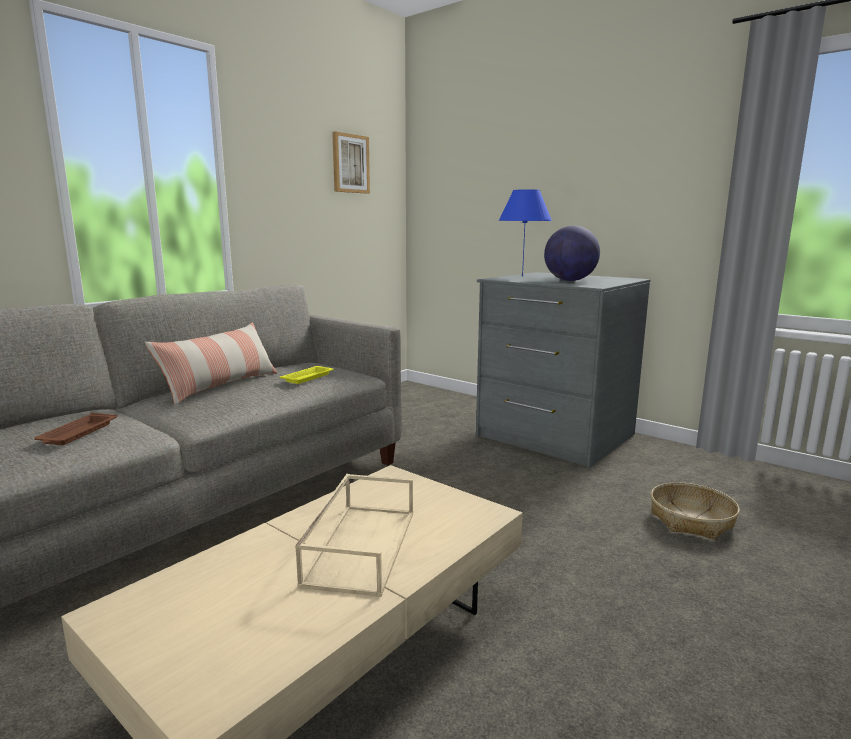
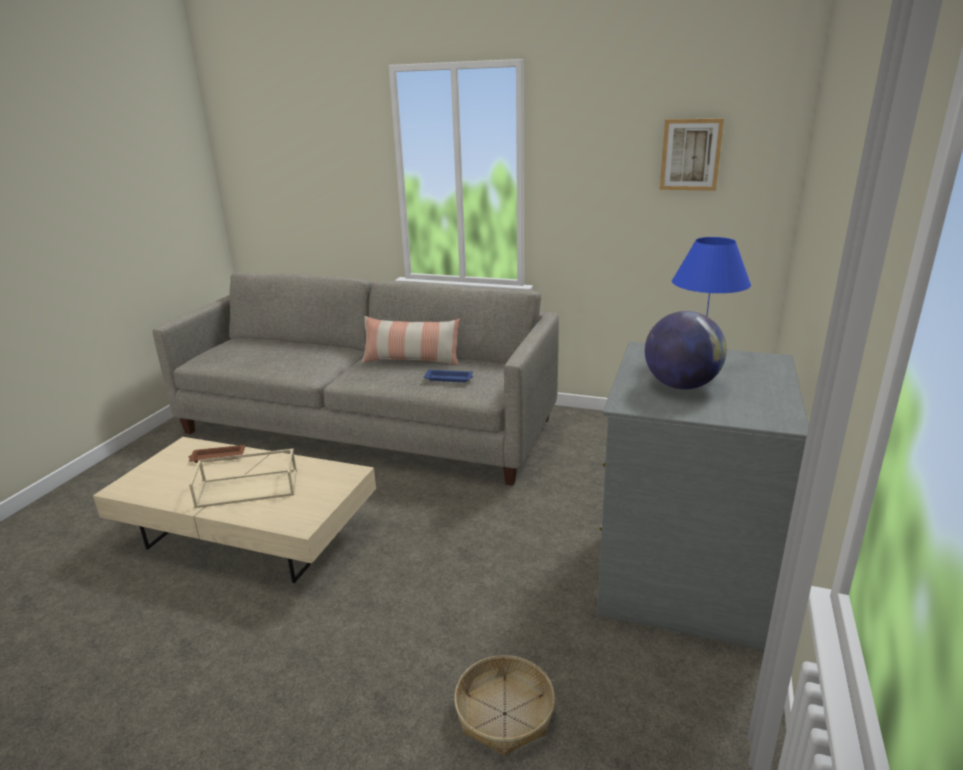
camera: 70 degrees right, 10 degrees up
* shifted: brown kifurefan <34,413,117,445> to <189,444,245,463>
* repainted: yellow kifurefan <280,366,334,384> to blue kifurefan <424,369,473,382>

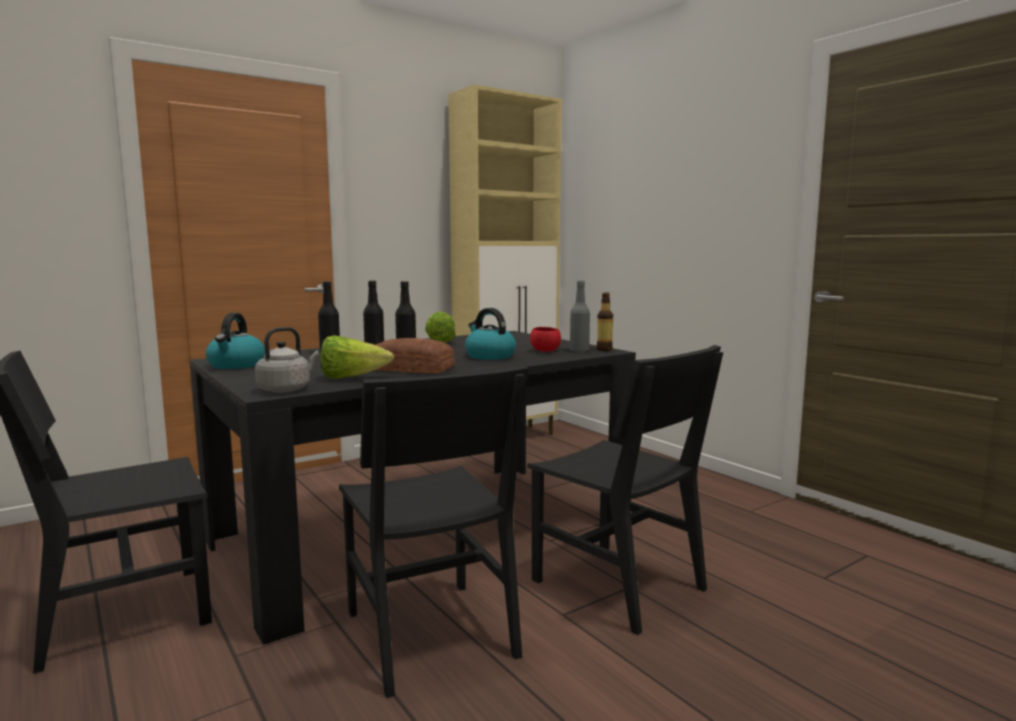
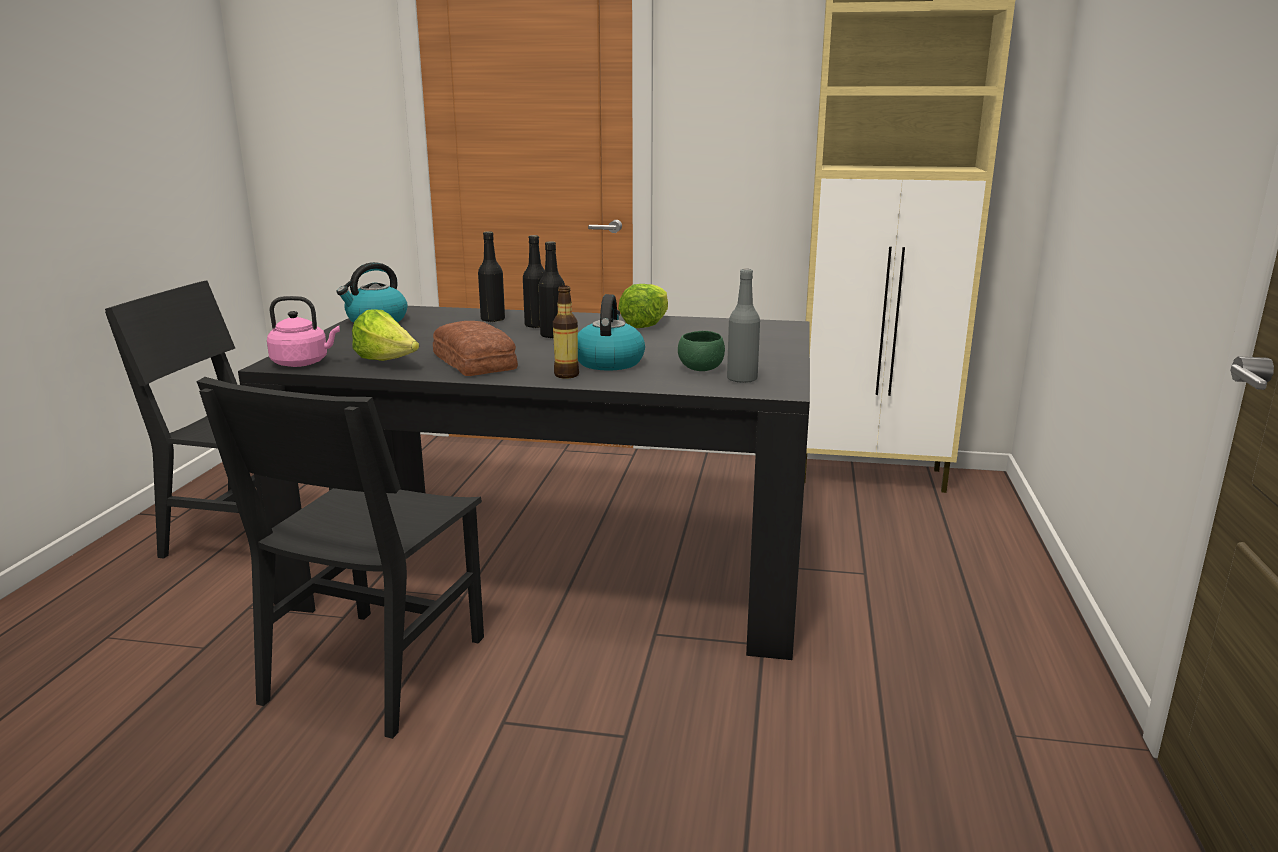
camera: 45 degrees right, 10 degrees up
* repainted: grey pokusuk <255,327,319,393> to pink pokusuk <267,296,340,367>
* shifted: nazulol <597,292,613,351> to <553,285,579,378>
* repainted: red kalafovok <530,327,561,352> to green kalafovok <678,331,725,371>
* gone: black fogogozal <527,345,723,635>

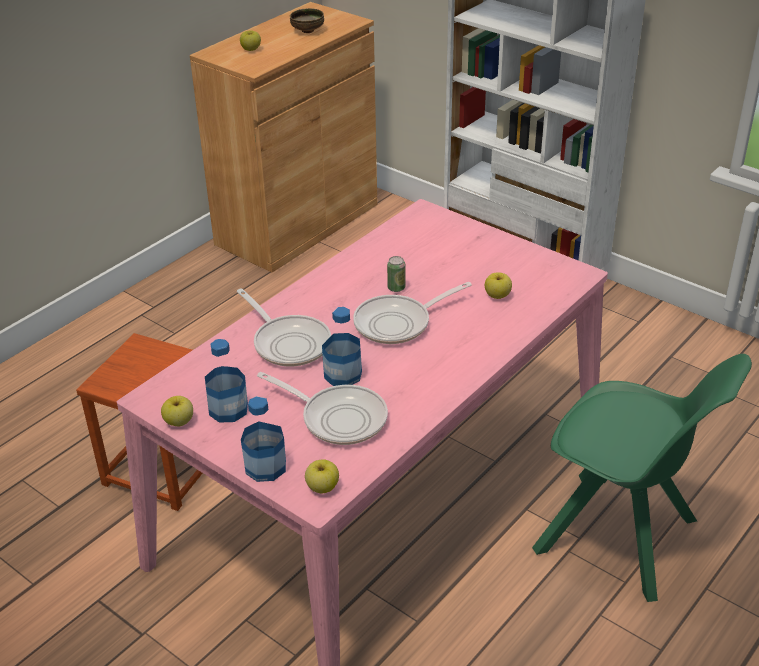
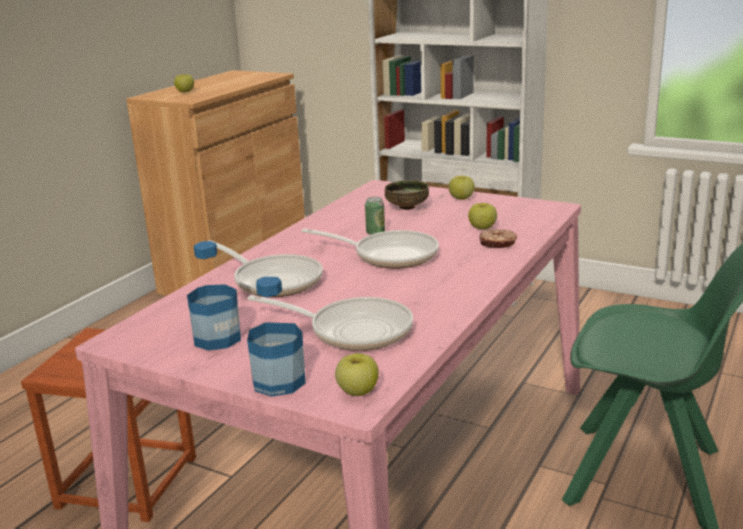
camera: 10 degrees left, 15 degrees down
* rotated: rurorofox <353,282,472,344> = <301,229,439,269> 120 degrees counterclockwise
* shifted: kalafovok <290,8,324,33> to <385,180,429,210>
* shifted: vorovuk <161,396,193,426> to <449,176,475,200>
* new: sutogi <479,229,517,248>
* gone: nazulol <322,307,362,386>

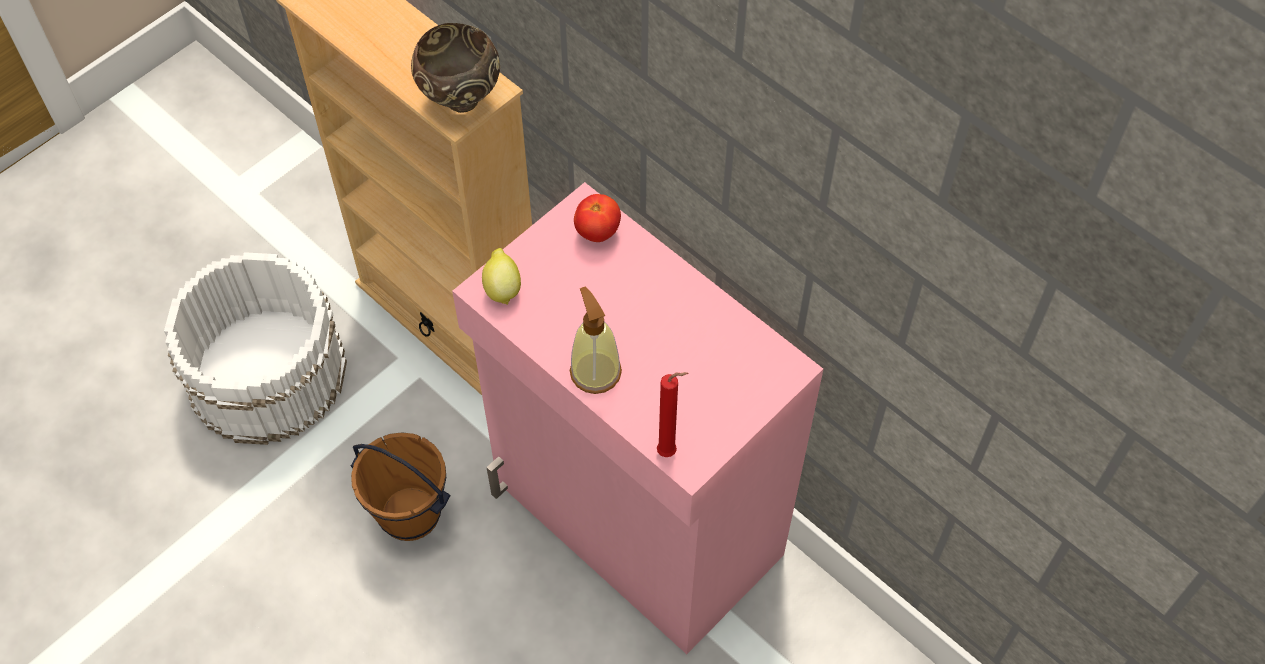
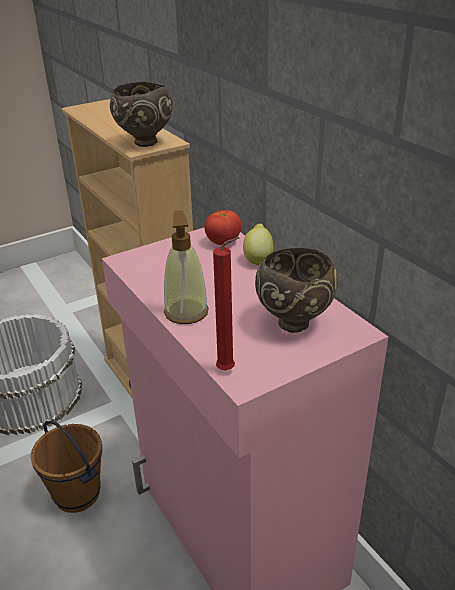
camera: 15 degrees right, 25 degrees down
* shifted: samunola <482,248,521,305> to <243,224,273,266>
* new: brown kalafovok <255,248,338,333>

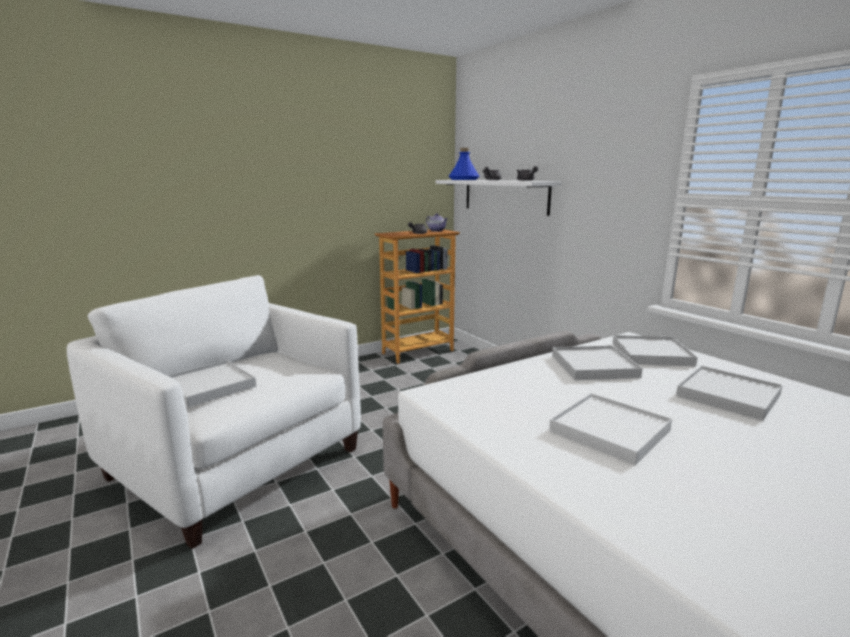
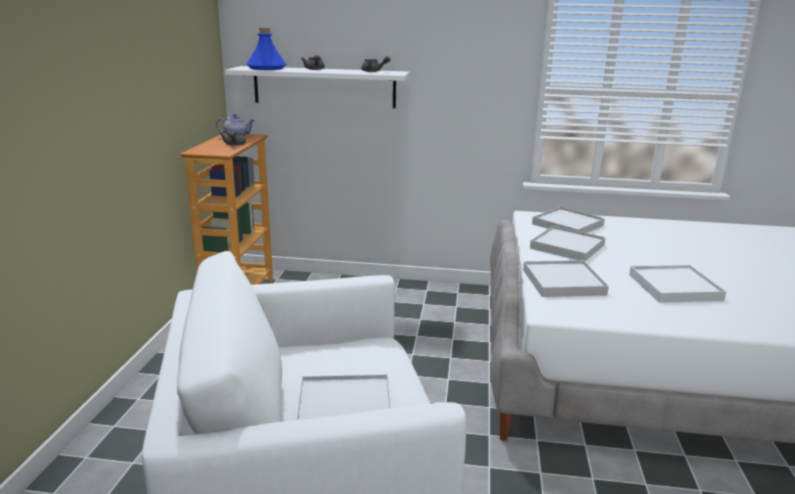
camera: 50 degrees left, 5 degrees up
* shifted: white kifurefan <676,366,783,421> to <523,260,609,297>

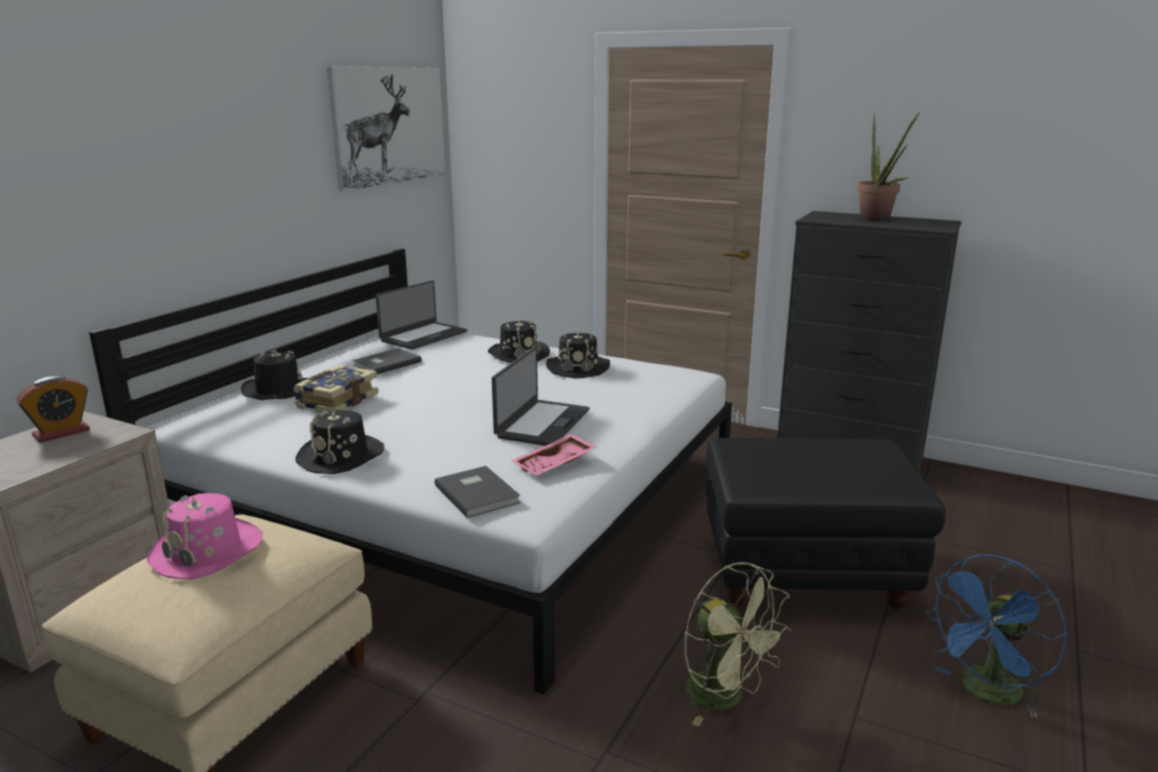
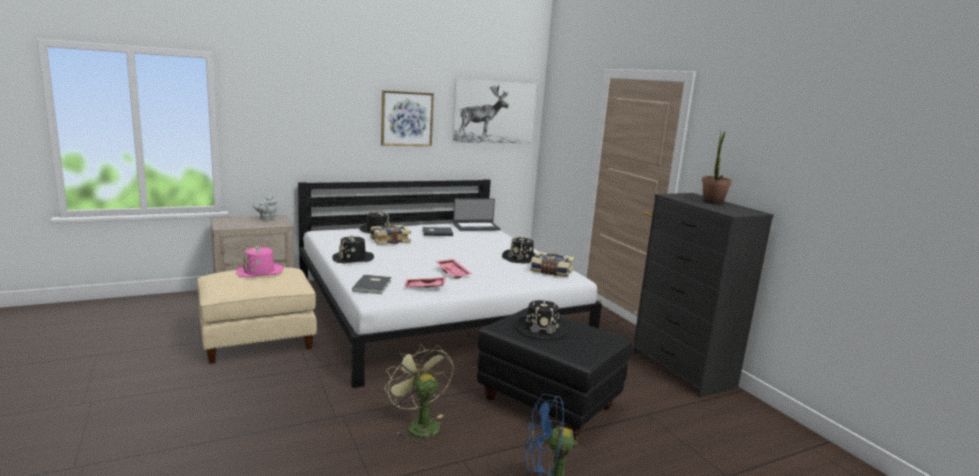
camera: 35 degrees right, 5 degrees down
* swapped: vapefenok <16,376,90,443> to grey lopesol <253,196,277,221>
* new: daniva <381,90,434,146>
* rotated: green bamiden <684,562,791,726> = <384,344,454,445> 150 degrees clockwise
* swapped: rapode <492,347,589,446> to pink kifurefan <435,259,472,279>
* shifted: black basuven <488,319,550,363> to <516,300,568,340>
* new: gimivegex <530,251,574,277>

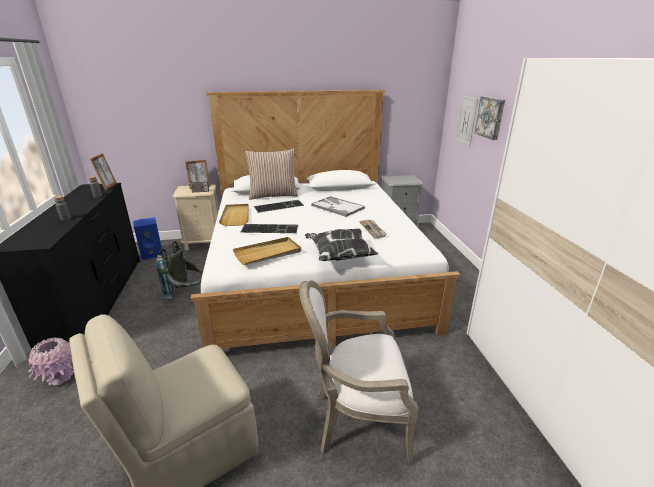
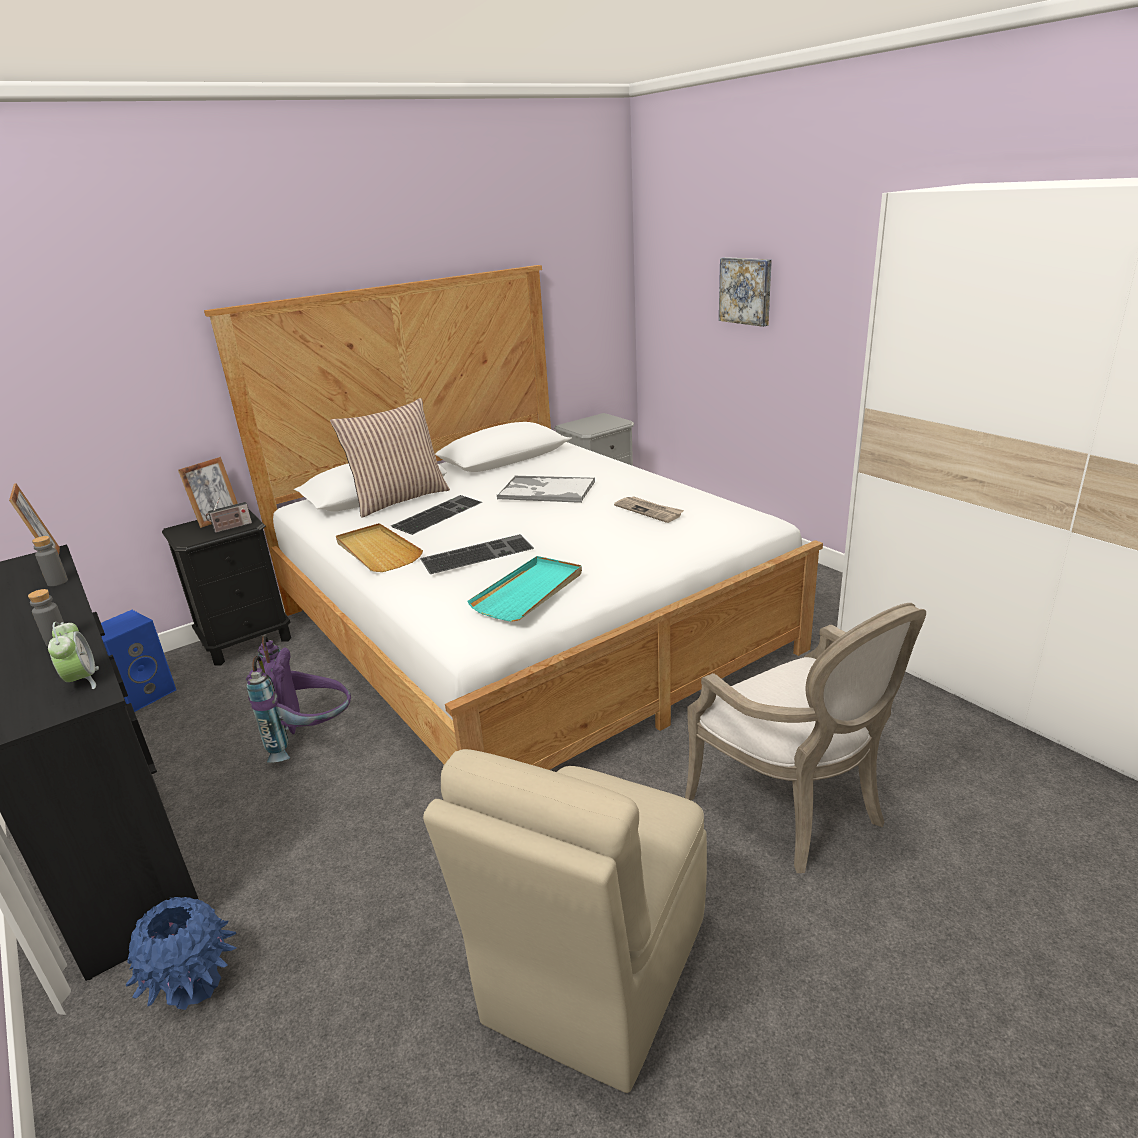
camera: 25 degrees left, 0 degrees up
* new: vapefenok <48,621,99,689>
* repainted: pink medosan <28,337,74,386> to blue medosan <126,897,237,1010>
* repainted: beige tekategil <172,184,219,251> to black tekategil <162,510,291,666>
* repainted: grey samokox <156,241,203,299> to purple samokox <246,636,351,763>
* repainted: beige kifurefan <233,237,301,265> to turquoise kifurefan <468,556,582,622>
* rotated: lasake <299,280,419,466> = <685,603,926,873> 90 degrees counterclockwise
* gone: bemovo <305,229,378,261>
* gone: daniva <455,96,478,147>

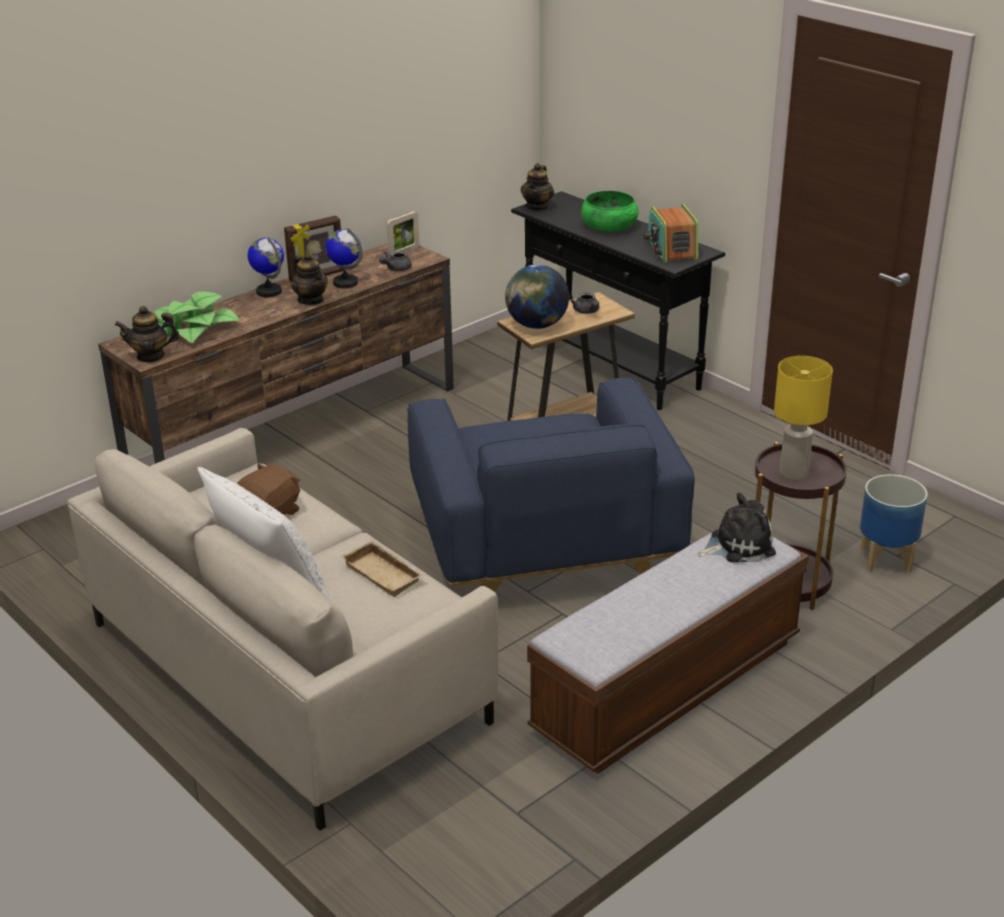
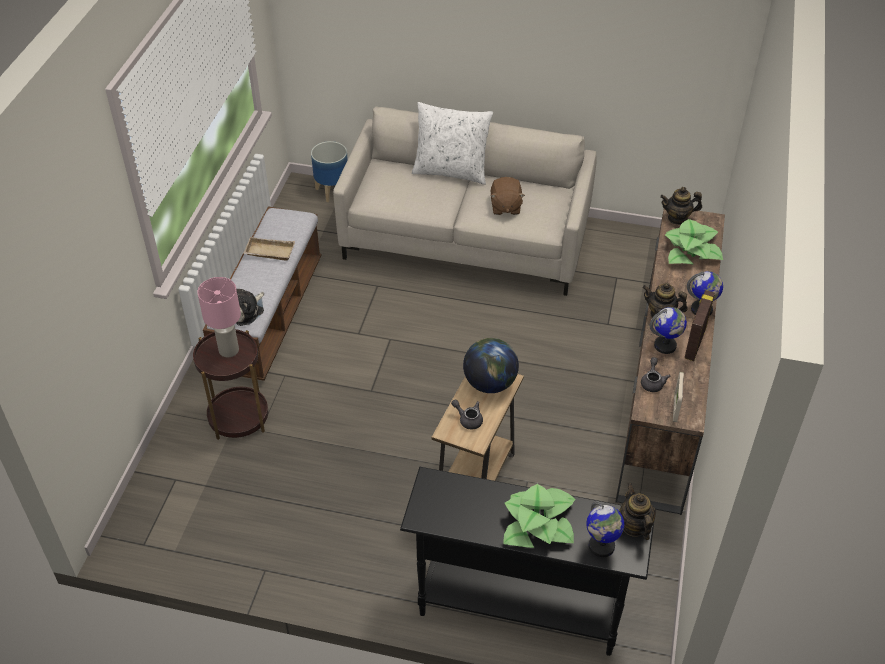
camera: 145 degrees right, 15 degrees up
* repainted: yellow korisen <774,356,833,481> to pink korisen <197,277,241,358>
* shifted: beige kifurefan <341,541,425,597> to <243,237,295,261>
* shifted: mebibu <860,474,928,573> to <311,141,348,202>
* swapped: green kalafovok <581,190,639,232> to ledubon <503,484,576,548>
* new: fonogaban <586,501,624,557>
* rotated: lopesol <115,306,180,363> = <660,187,702,225> 135 degrees counterclockwise
* gone: blue lasake <407,377,695,592>
* gone: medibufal <644,204,698,263>

